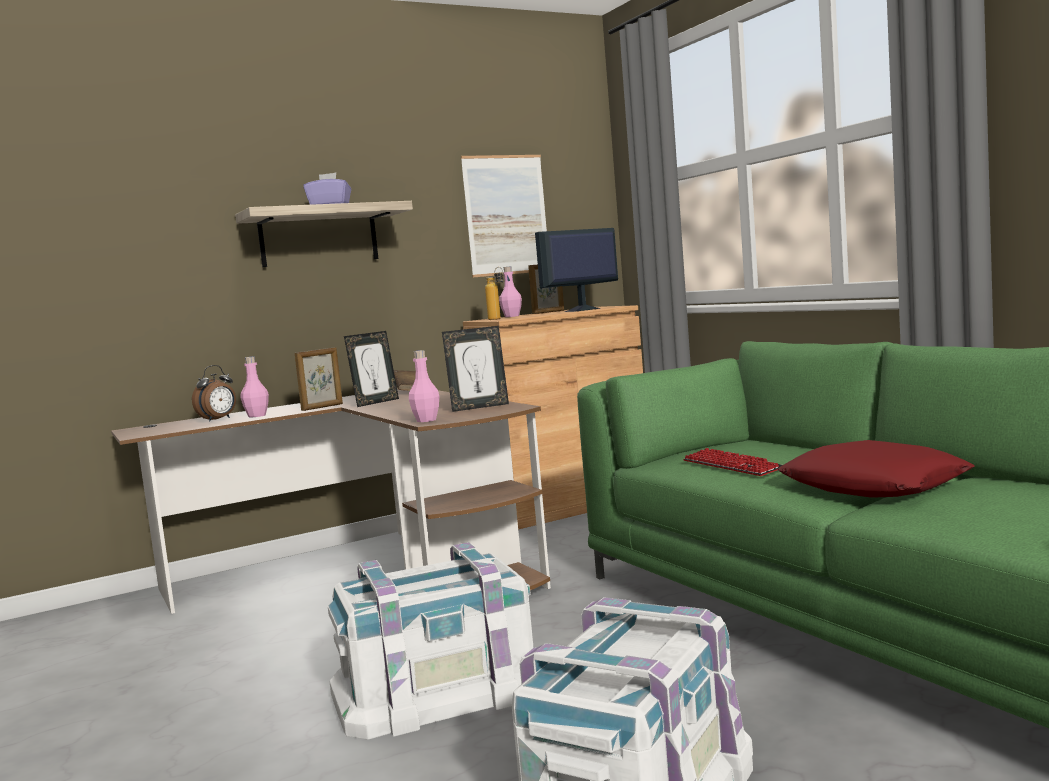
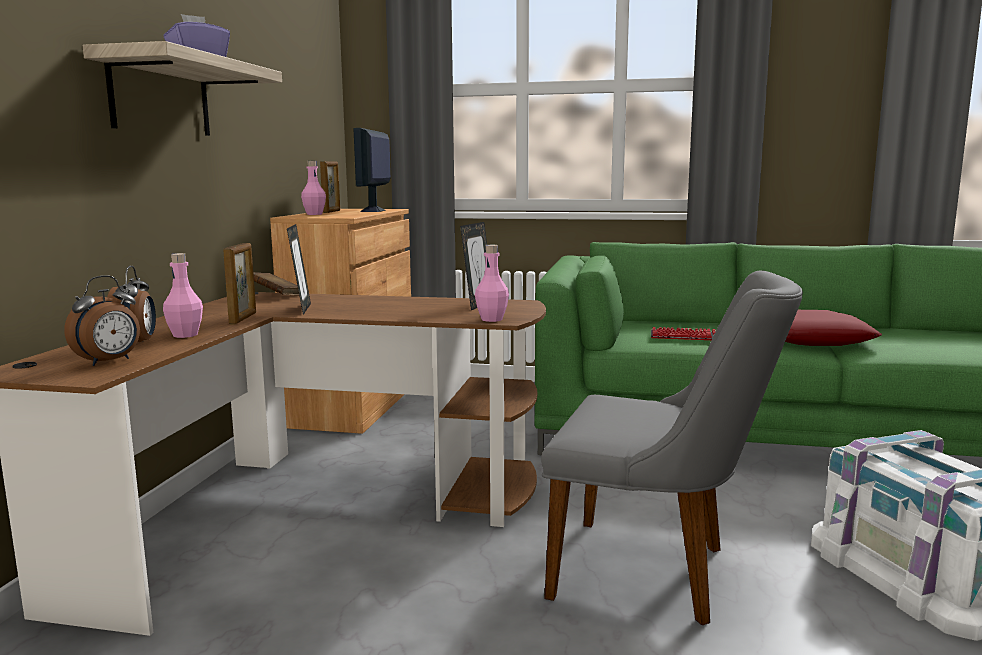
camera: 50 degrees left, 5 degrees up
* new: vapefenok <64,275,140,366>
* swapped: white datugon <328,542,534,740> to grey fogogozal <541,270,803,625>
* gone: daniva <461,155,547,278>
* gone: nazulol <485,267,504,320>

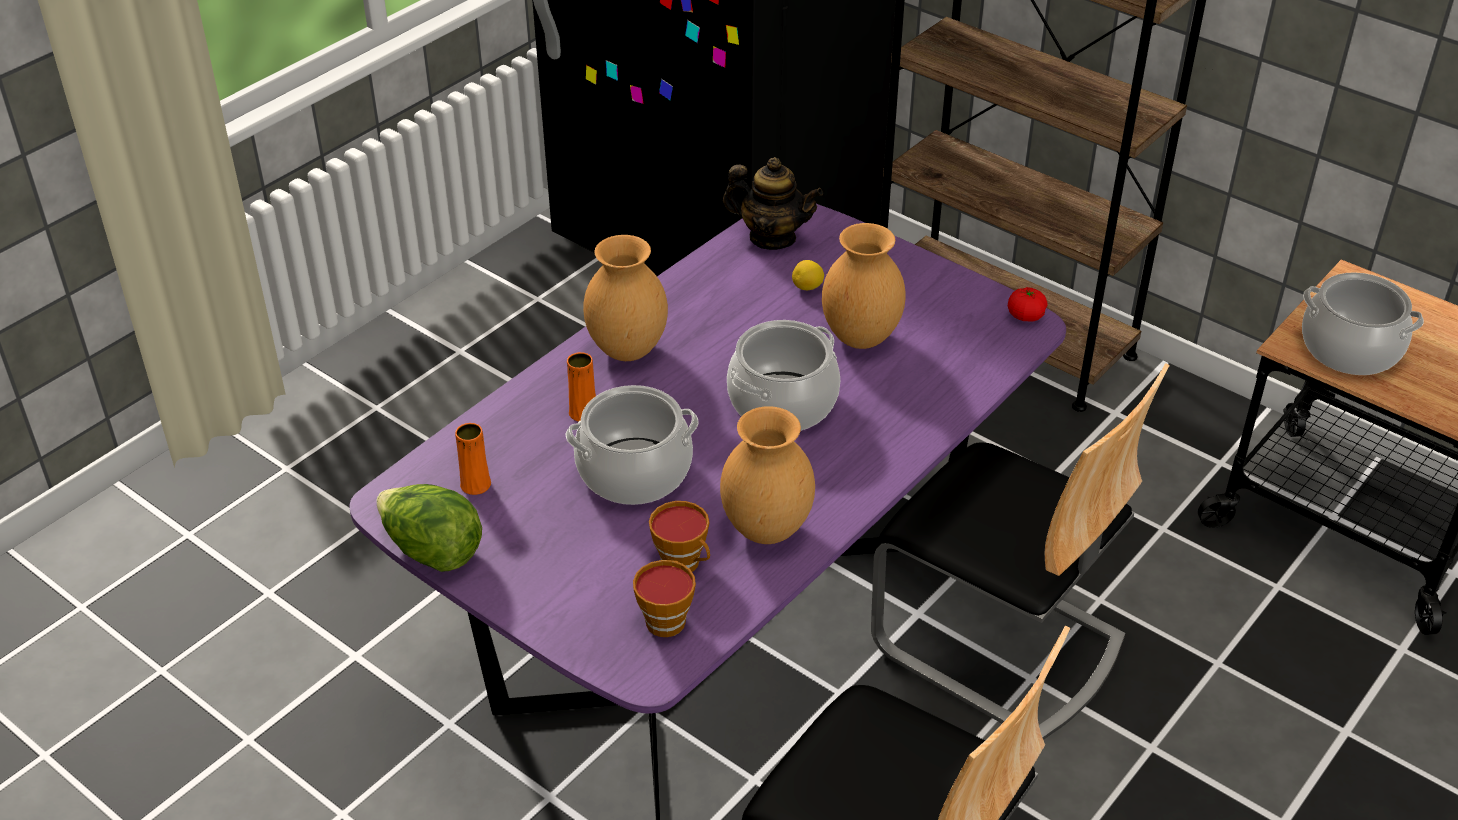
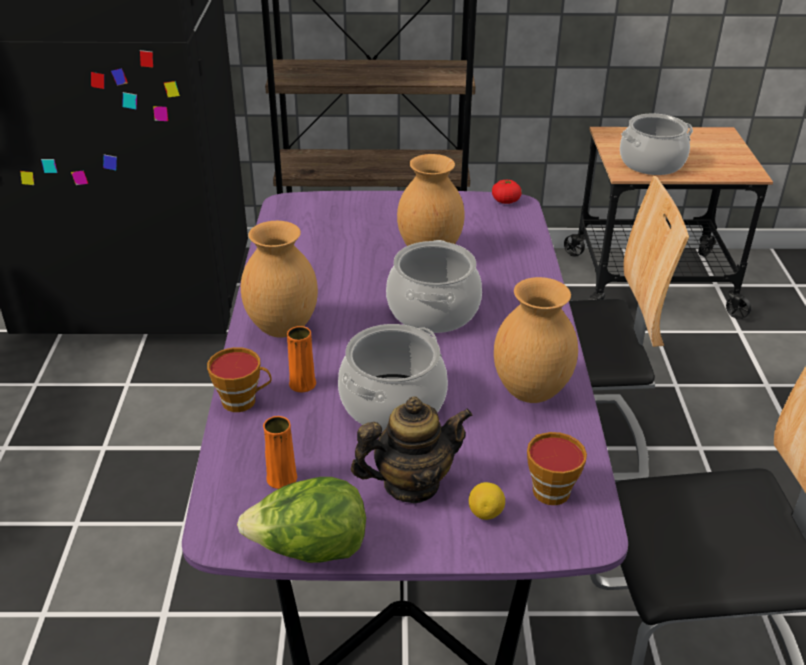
camera: 40 degrees left, 5 degrees down
* shifted: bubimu <649,501,710,572> to <207,347,271,412>
* shifted: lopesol <723,157,823,250> to <351,396,473,503>
* shifted: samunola <792,260,824,290> to <469,482,505,520>

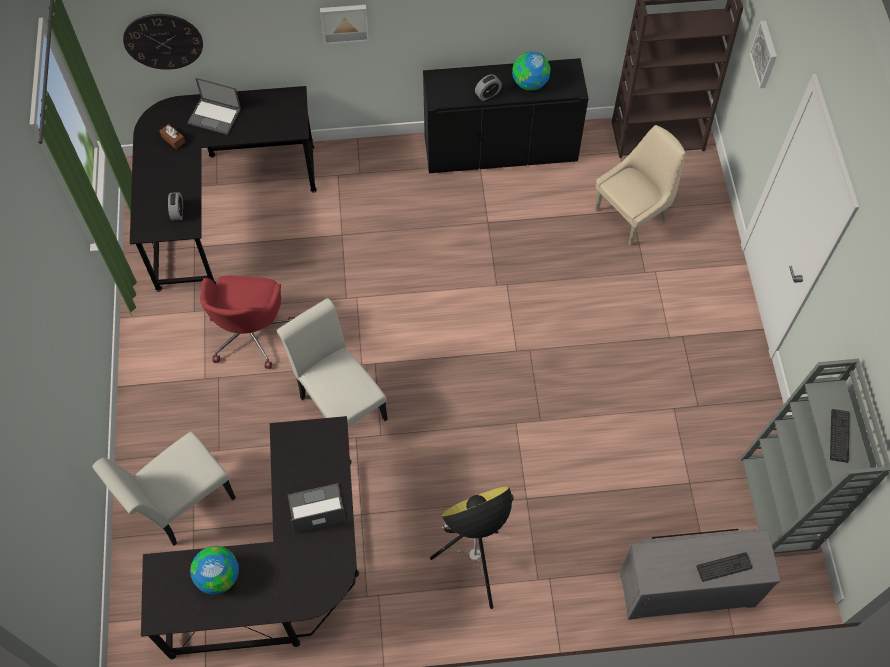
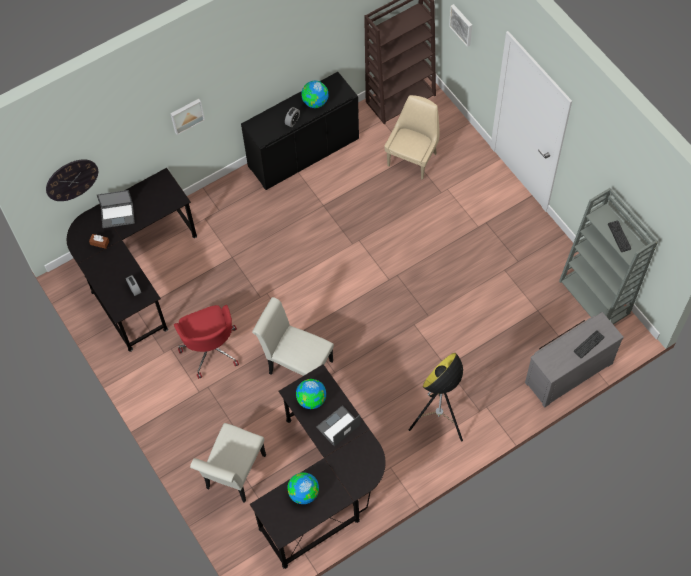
camera: 25 degrees left, 0 degrees up
* new: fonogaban <296,379,326,409>

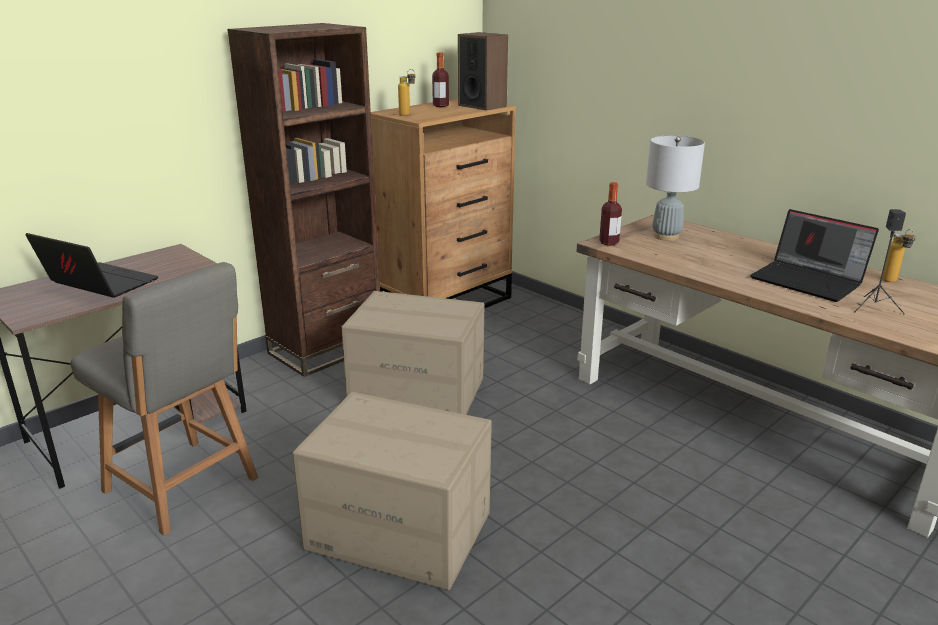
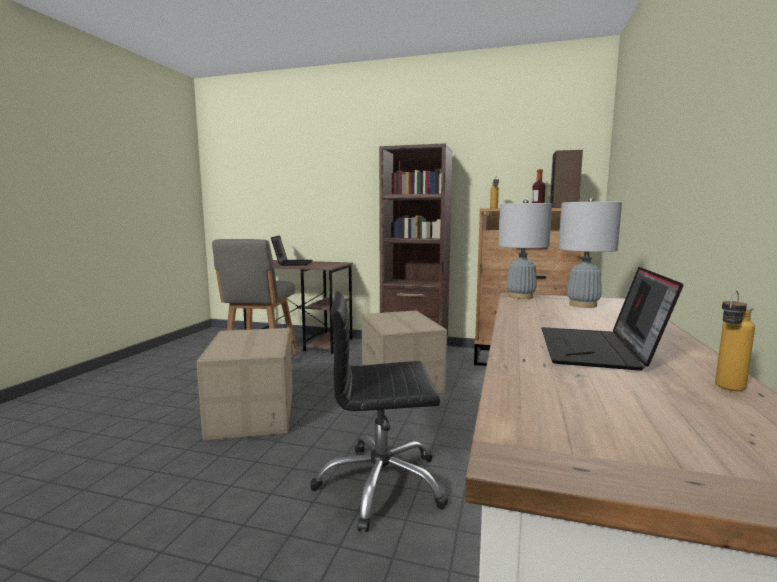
camera: 60 degrees right, 15 degrees down
* new: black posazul <310,291,448,532>
* swapped: nazulol <599,182,622,245> to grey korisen <498,199,552,299>
* gone: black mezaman <854,209,906,314>

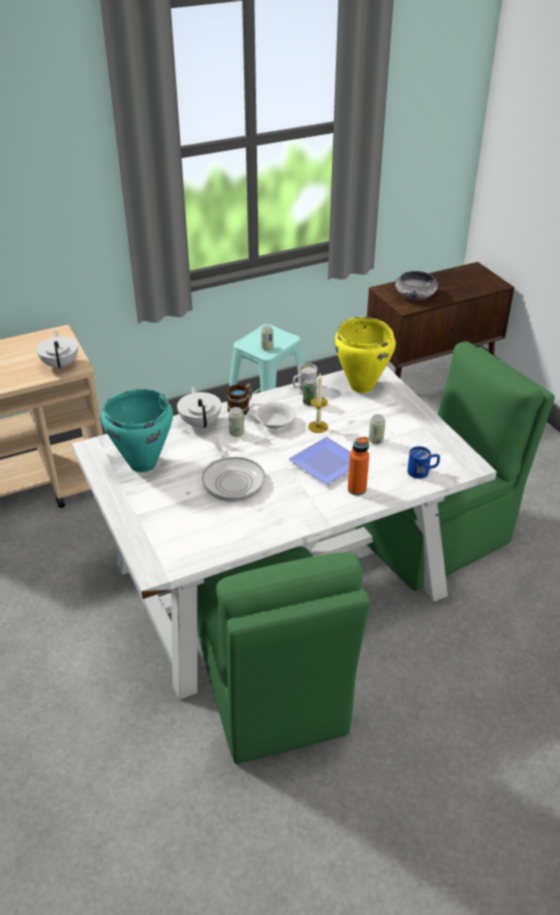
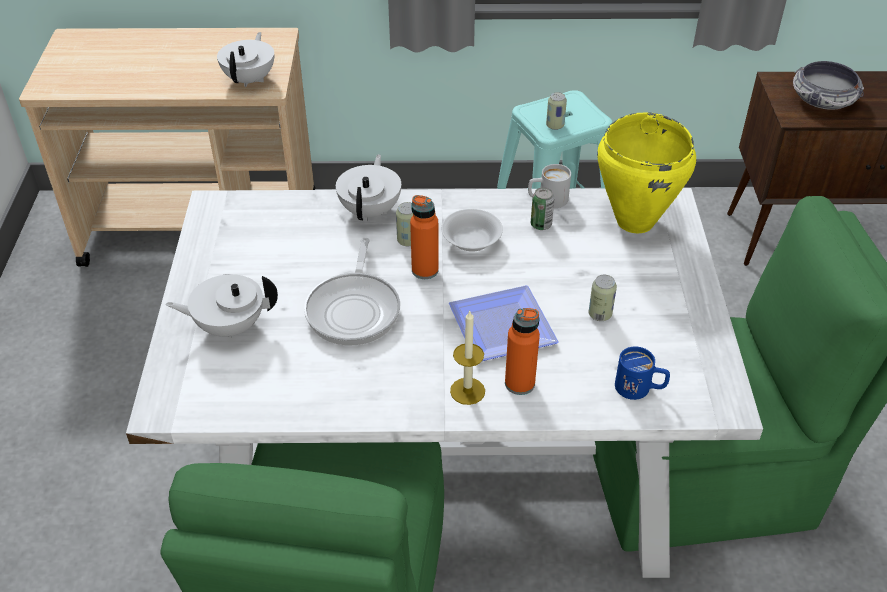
camera: 25 degrees right, 5 degrees up
* new: white lopesol <166,274,278,339>
* new: orange nazulol <410,195,439,279>
* shifted: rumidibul <308,374,328,433> to <450,311,485,405>
* gone: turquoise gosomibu <101,389,173,472>
* gone: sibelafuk <227,384,252,415>

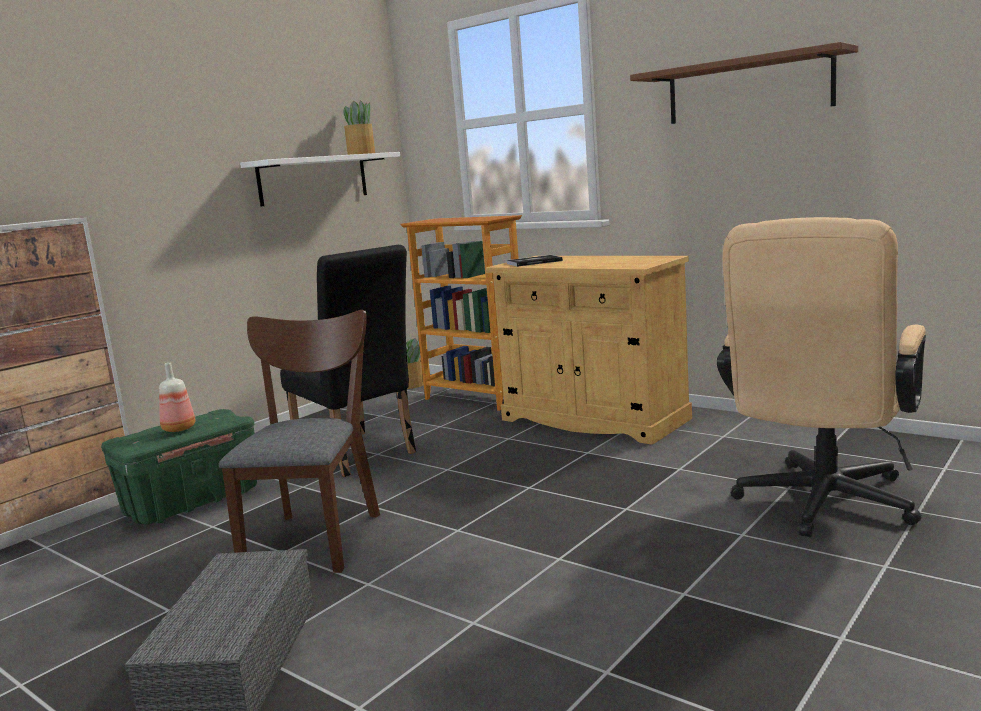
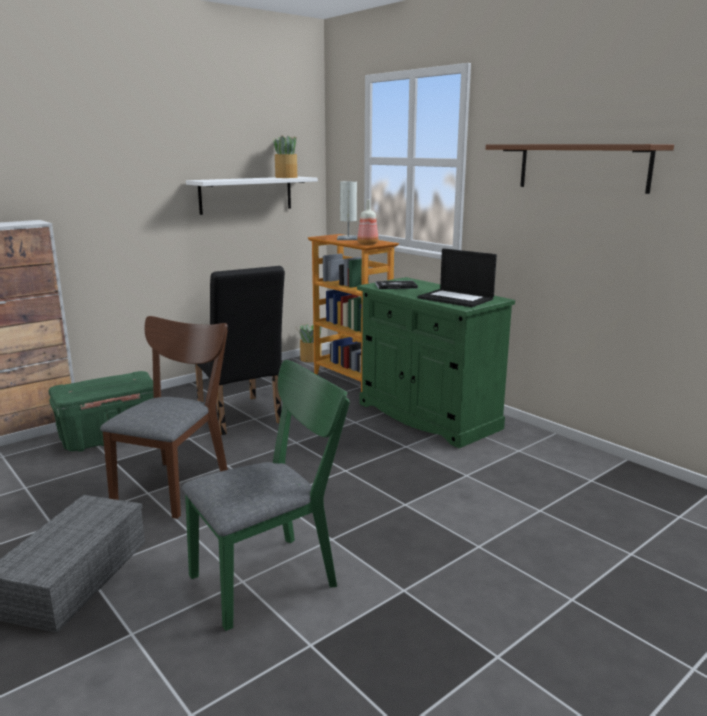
camera: 10 degrees right, 5 degrees up
* new: green fogogozal <182,360,350,631>
* new: white korisen <337,181,357,240>
* shifted: nazulol <159,363,195,432> to <357,200,378,245>
* repainted: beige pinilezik <486,256,692,445> to green pinilezik <357,277,515,448>
* new: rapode <418,248,497,307>
* gone: beige posazul <717,217,926,538>

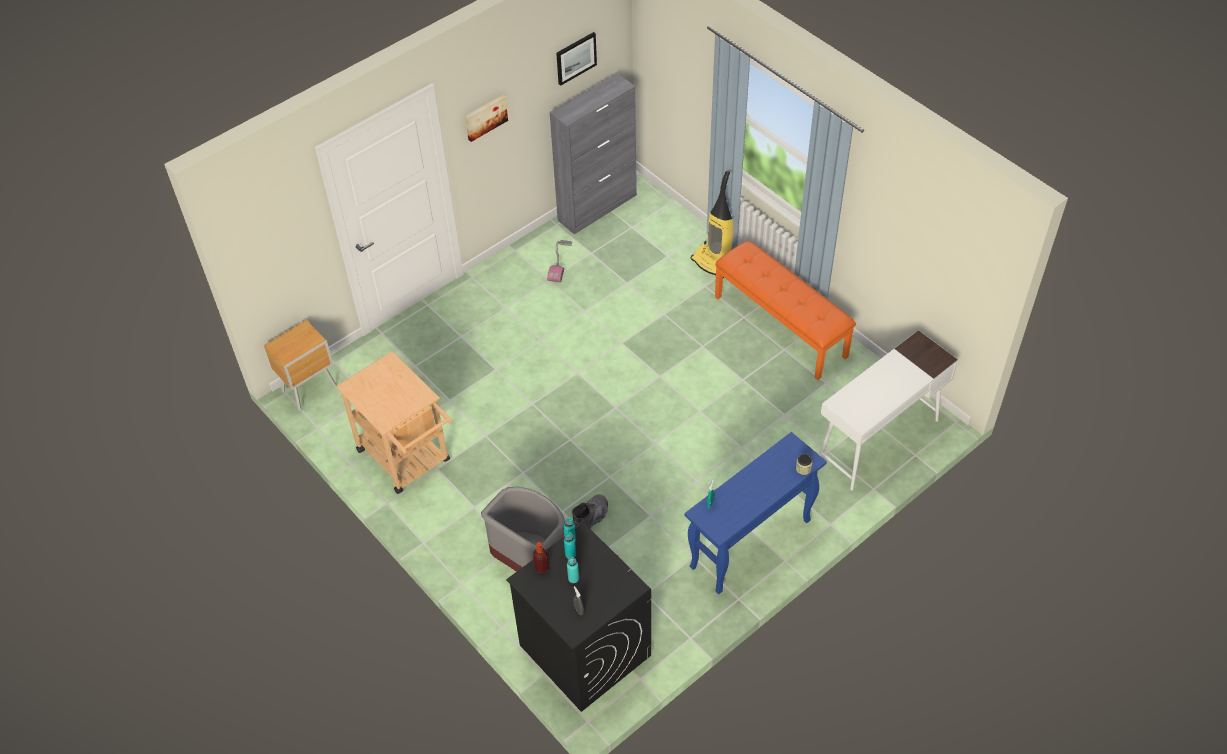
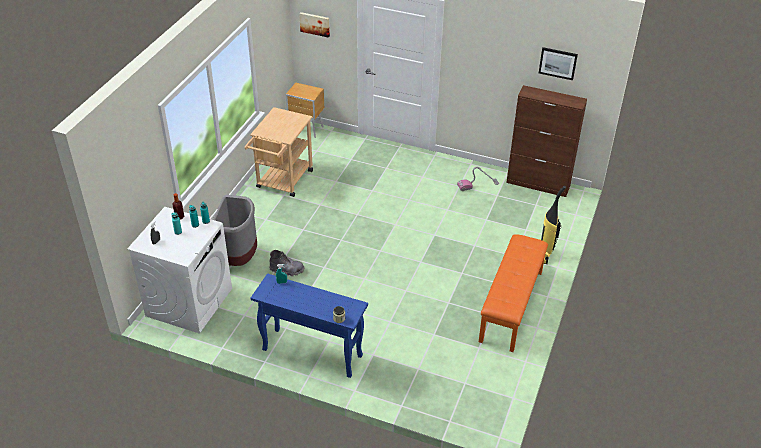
camera: 60 degrees right, 10 degrees down
* repainted: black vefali <506,523,651,712> to white vefali <127,207,232,334>
* shifted: daniva <465,95,508,142> to <299,12,330,38>
* repainted: grey pinilezik <550,73,637,234> to brown pinilezik <506,85,587,197>
* gone: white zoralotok <819,330,958,491>

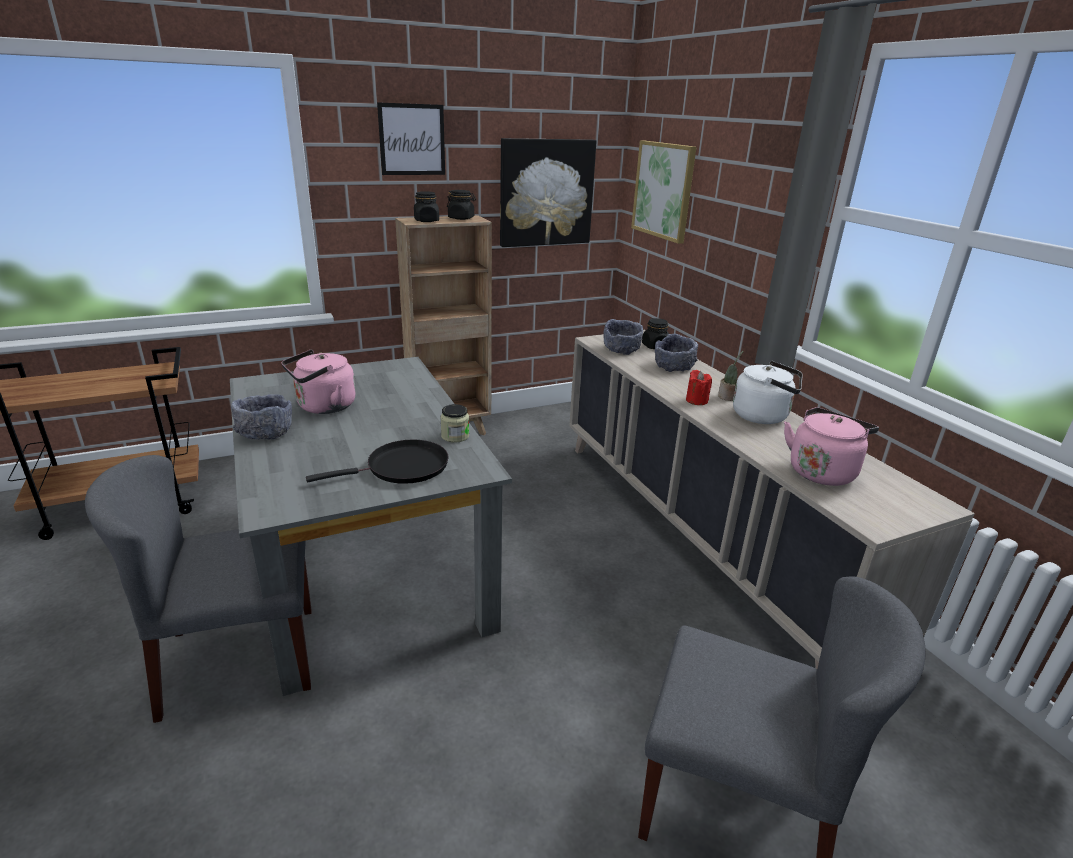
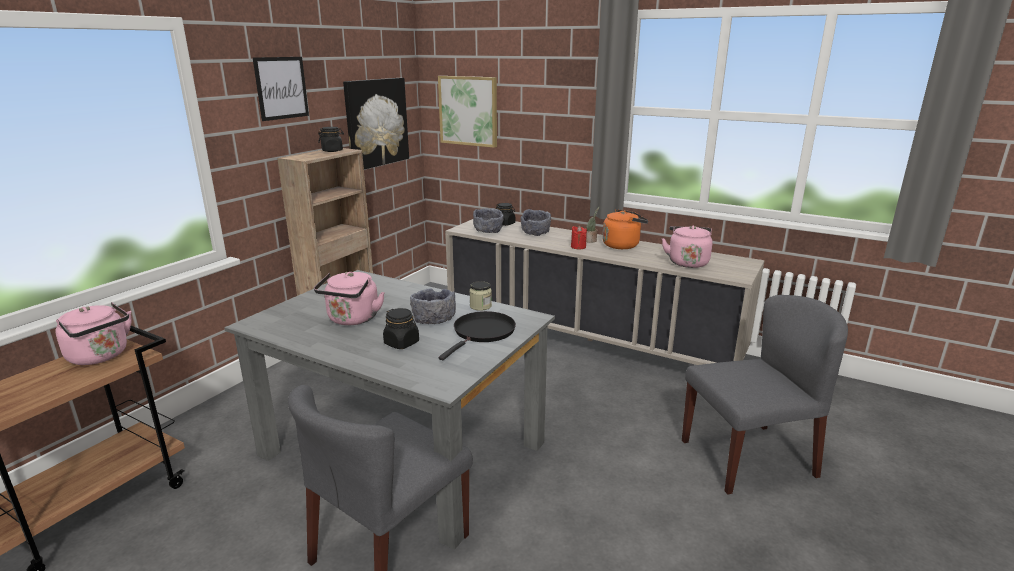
camera: 35 degrees left, 5 degrees down
* new: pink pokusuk <55,302,132,365>
* shifted: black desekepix <414,191,439,222> to <383,308,419,349>
* shifted: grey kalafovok <231,394,292,439> to <410,288,456,324>
* repainted: white pokusuk <733,361,803,424> to orange pokusuk <602,209,649,249>

